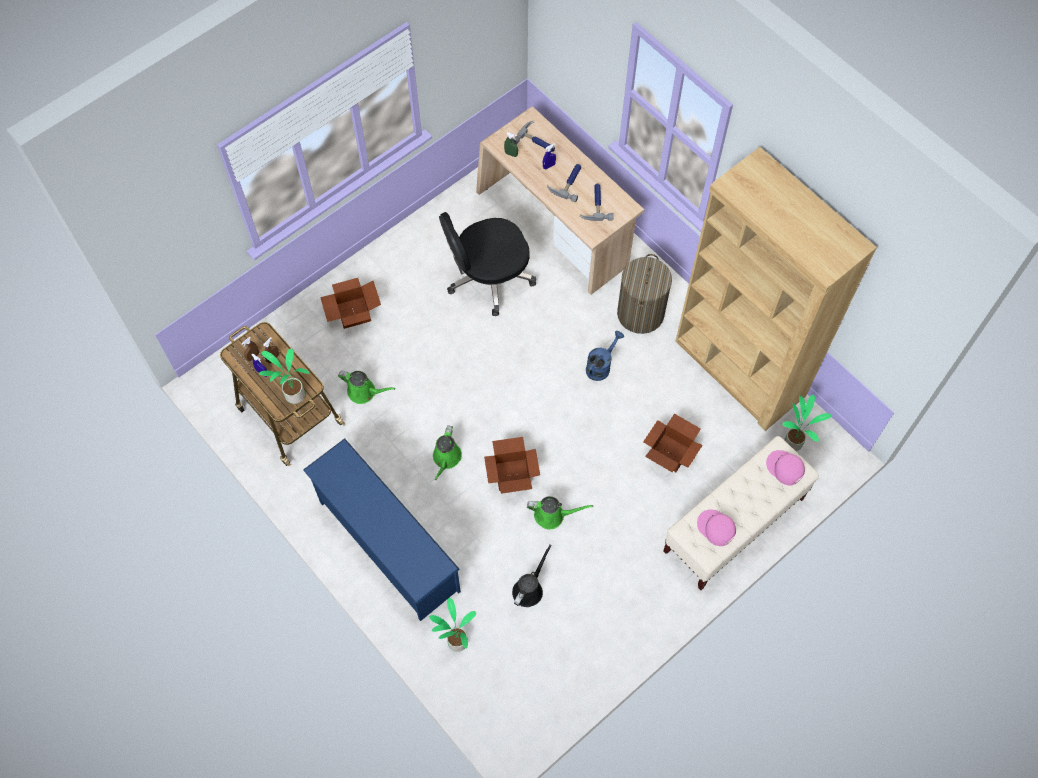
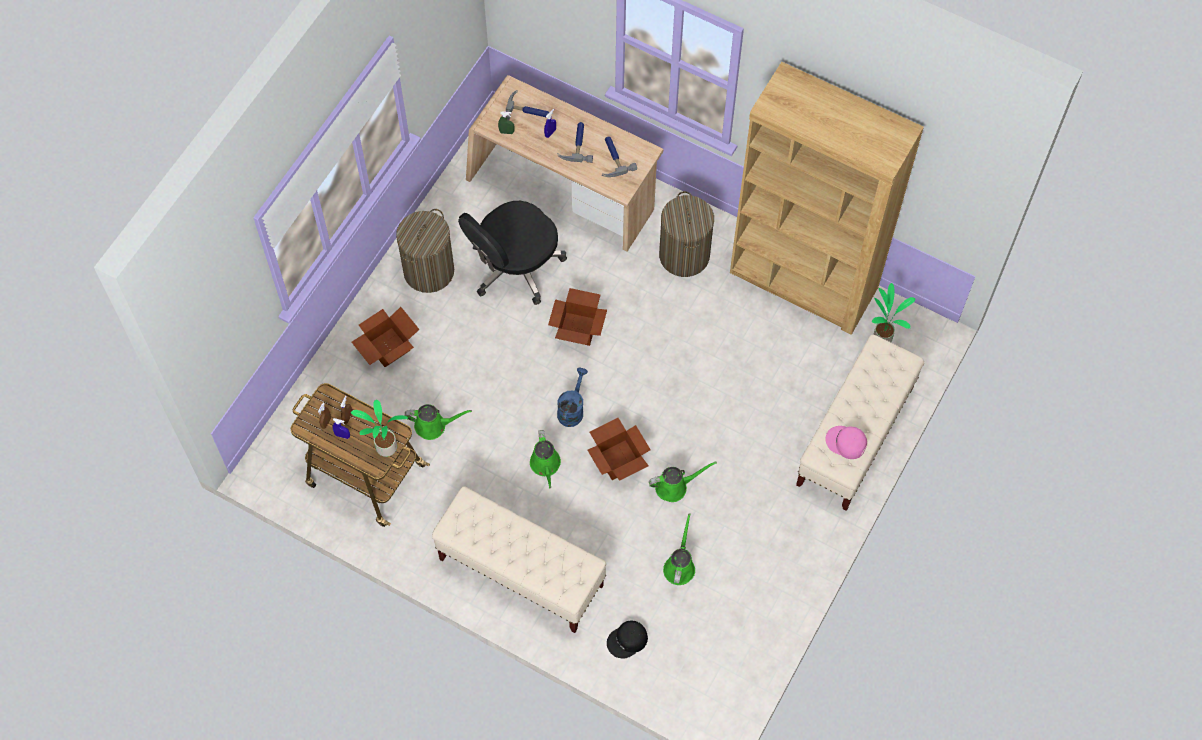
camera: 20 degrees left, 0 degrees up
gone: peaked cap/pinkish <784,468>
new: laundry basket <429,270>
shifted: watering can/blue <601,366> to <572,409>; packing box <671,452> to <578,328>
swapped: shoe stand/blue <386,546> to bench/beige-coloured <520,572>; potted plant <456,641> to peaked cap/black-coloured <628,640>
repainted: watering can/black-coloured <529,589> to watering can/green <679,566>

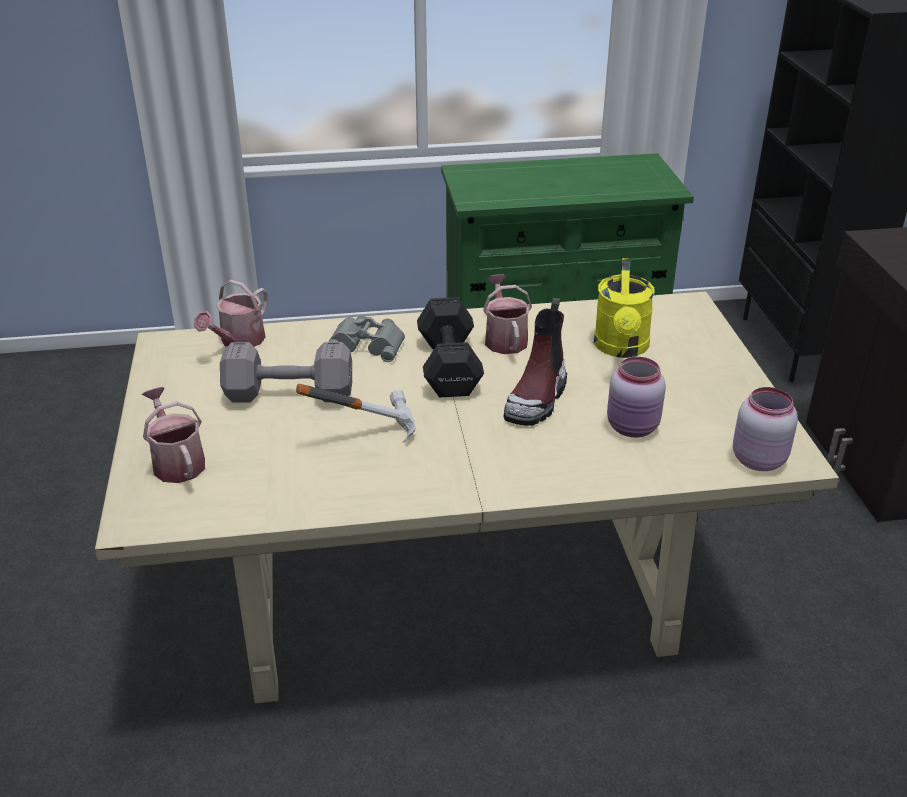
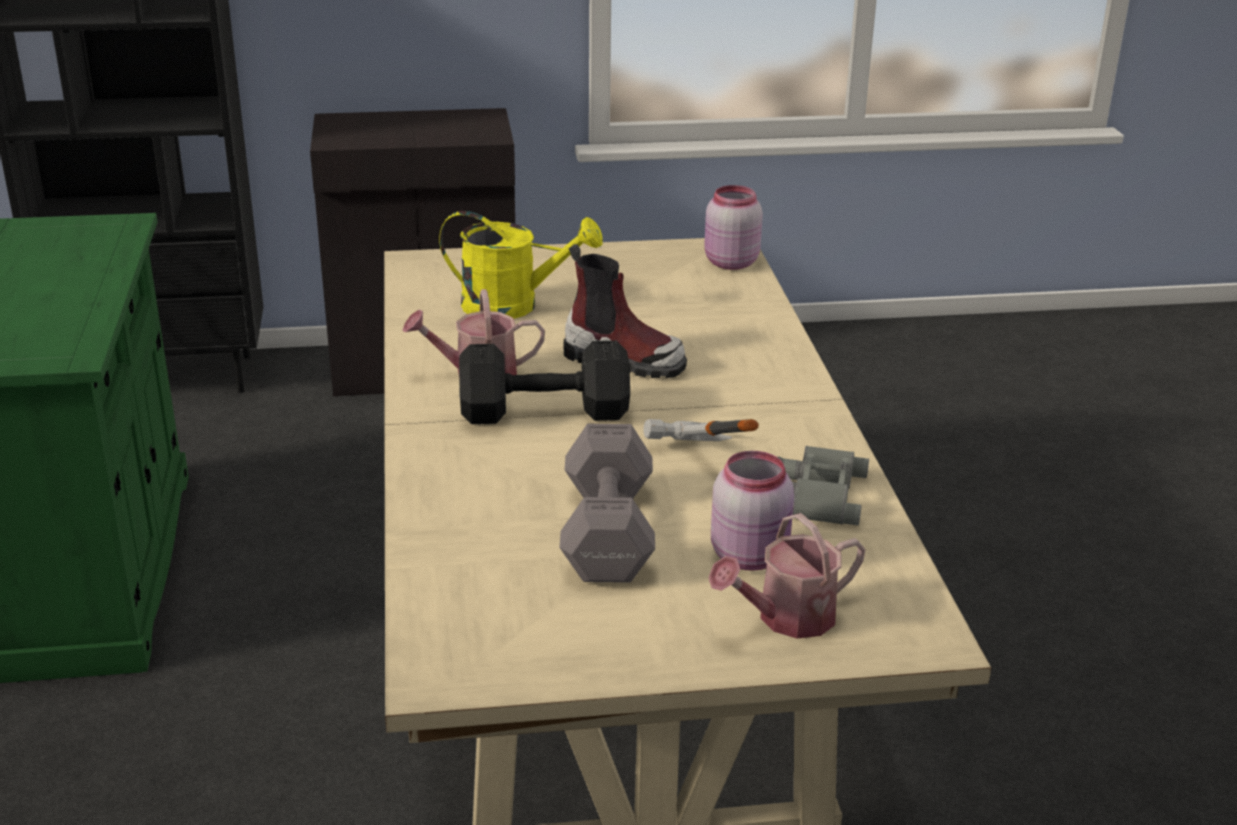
camera: 90 degrees left, 5 degrees down
gone: watering can <238,341>
shifted: binoculars/greyish <368,344> to <816,494>; jar/pinkish <633,428> to <751,555>

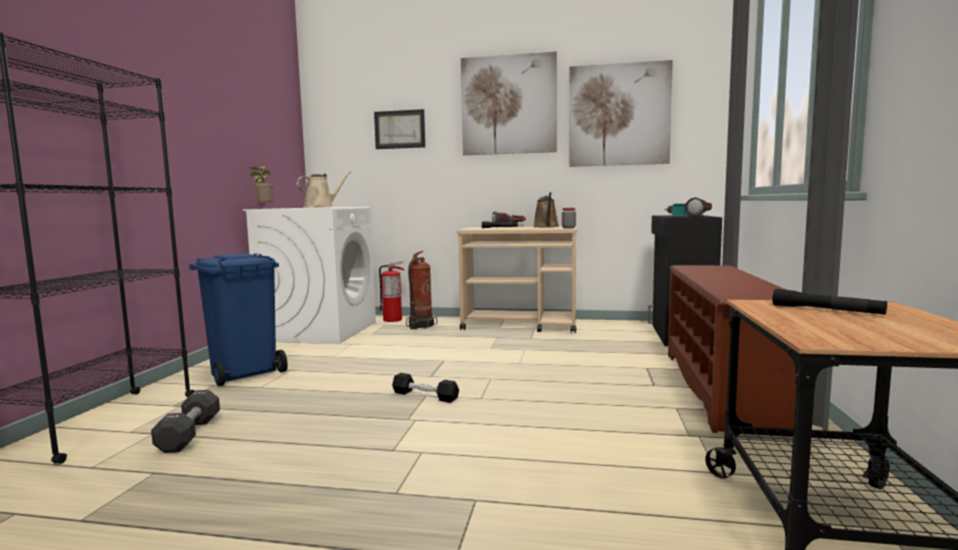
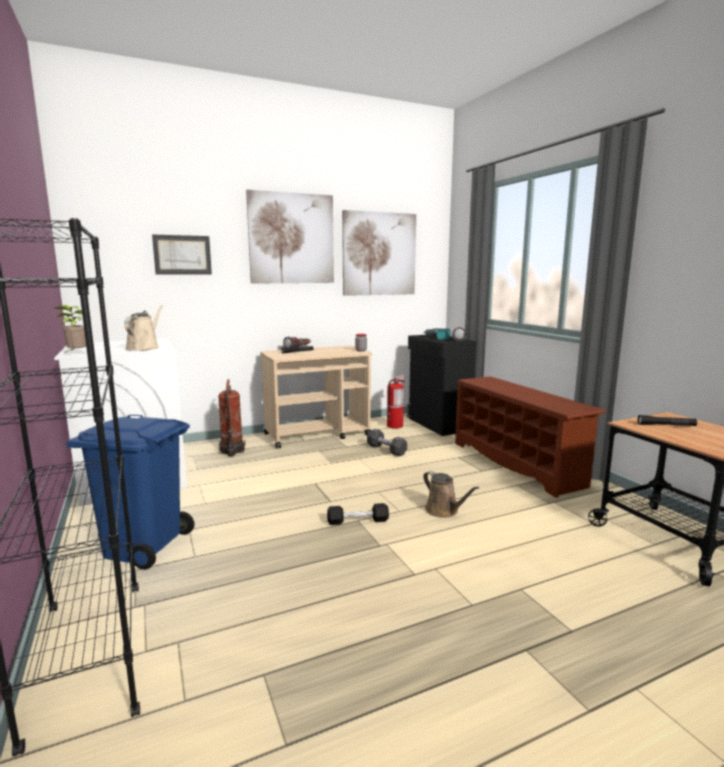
camera: 35 degrees left, 5 degrees up
shifted: free weight/black-coloured <189,434> to <386,450>; fire-fighting cylinder <393,320> to <395,426>; watering can/brown <546,227> to <444,511>

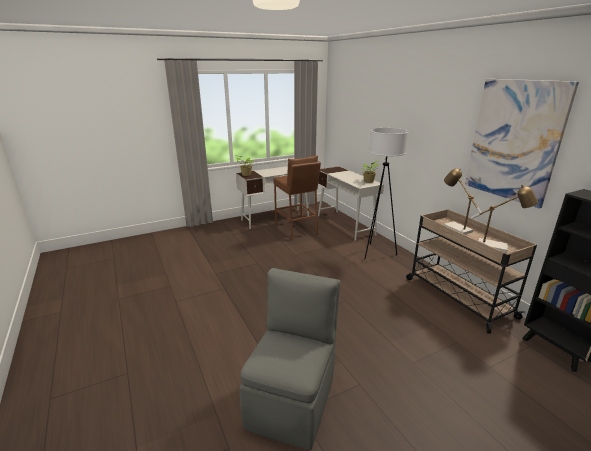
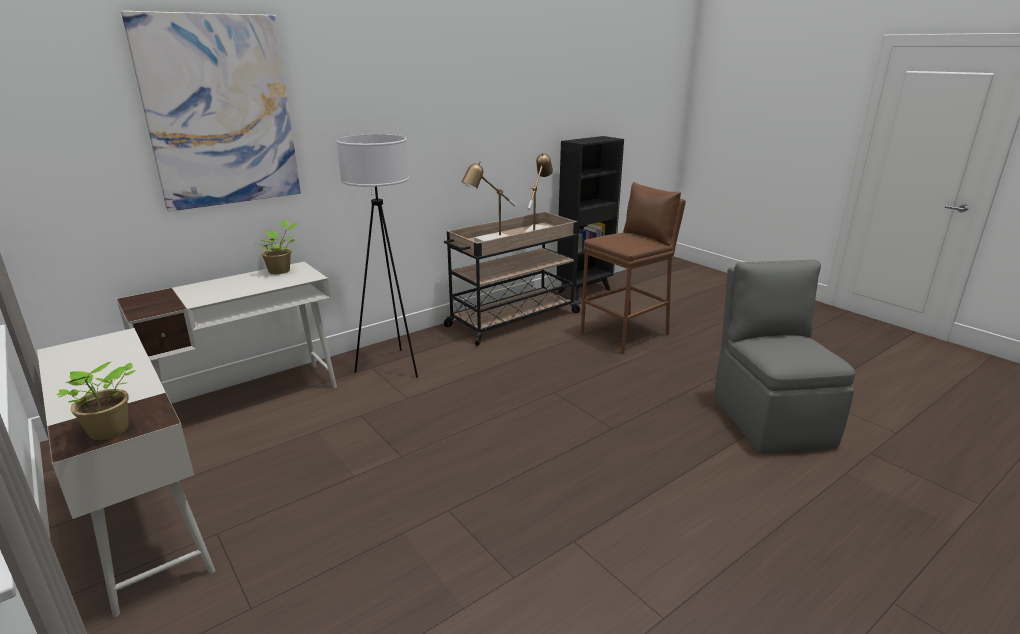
camera: 100 degrees left, 0 degrees up
shifted: stool seat/brown <296,230> to <626,334>; wall art <514,141> to <220,112>
rotated: plain chair/greyish <293,400> = <770,419> 75 degrees clockwise

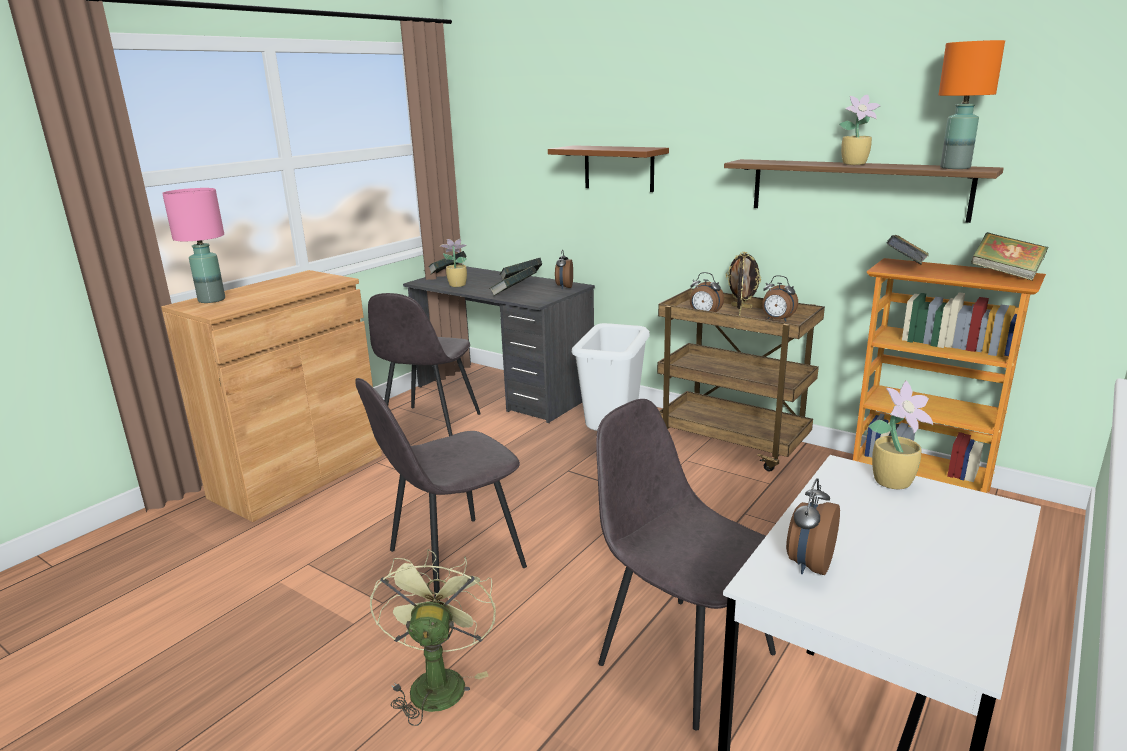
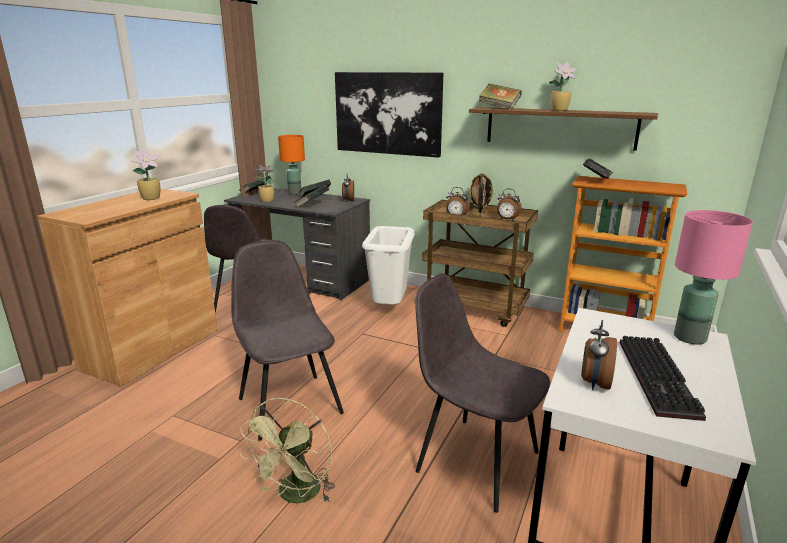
camera: 10 degrees left, 0 degrees up
new: computer keyboard <660,379>
shifted: lamp for a table/pinkish <212,300> to <691,338>; potted plant <894,481> to <152,198>; lamp for a table/orange-coloured <955,168> to <294,193>; bound book <1005,274> to <499,108>
swapped: bracket shelf/brown <619,168> to wall art <388,113>
rotated: plain chair/greyish <452,560> = <289,404> 105 degrees clockwise; cooling fan/green <437,681> = <296,496> 150 degrees counterclockwise

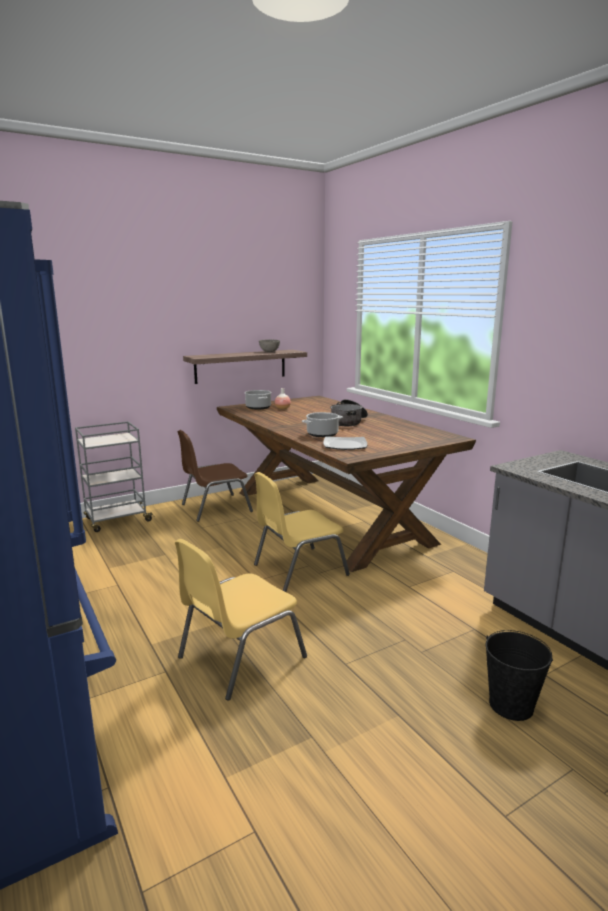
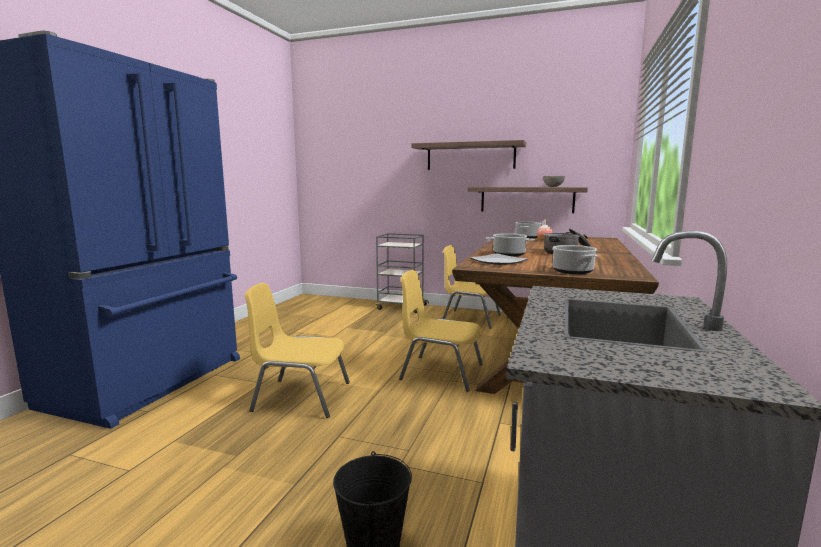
camera: 50 degrees right, 5 degrees down
new: bracket shelf <470,156>; saucepot <573,271>
repainted: plain chair/brown <215,508> to plain chair/yellowish <470,318>

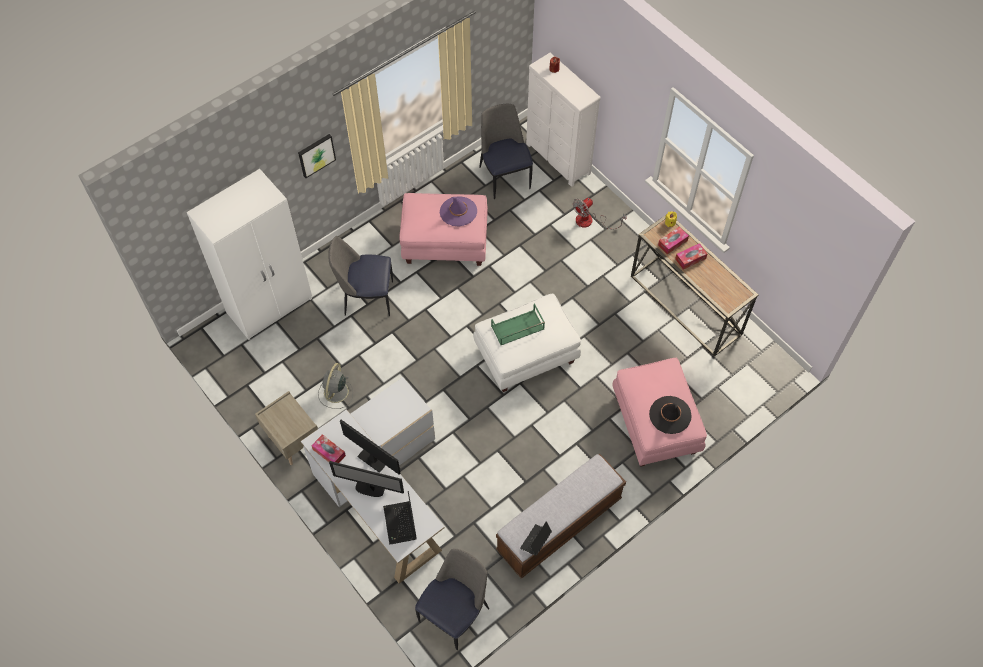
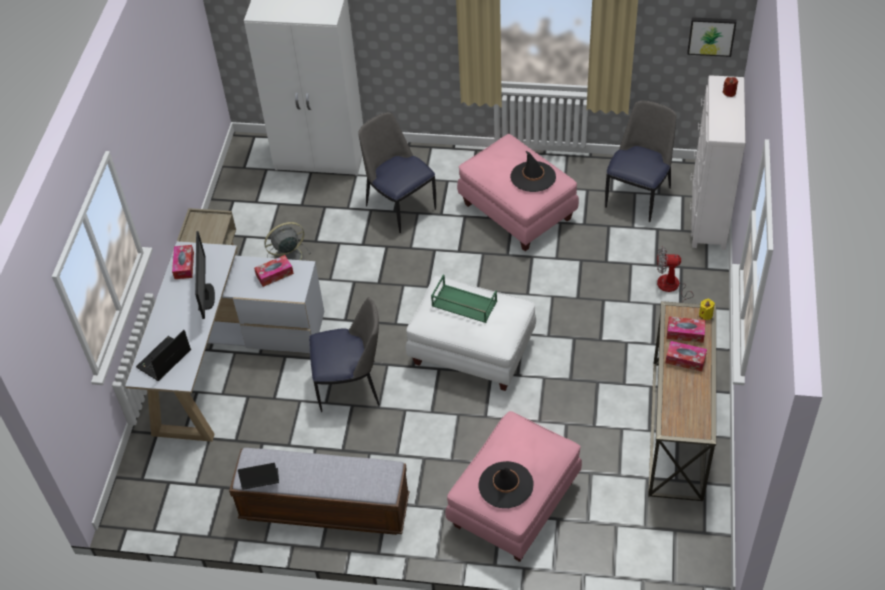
camera: 50 degrees right, 10 degrees down
gone: computer display <369,489>
new: tissue box <274,274>
shifted: wall art <316,155> to <711,35>; plain chair <455,613> to <351,386>
repainted: clothing hat/purple-coloured <458,211> to clothing hat/black-coloured <533,177>

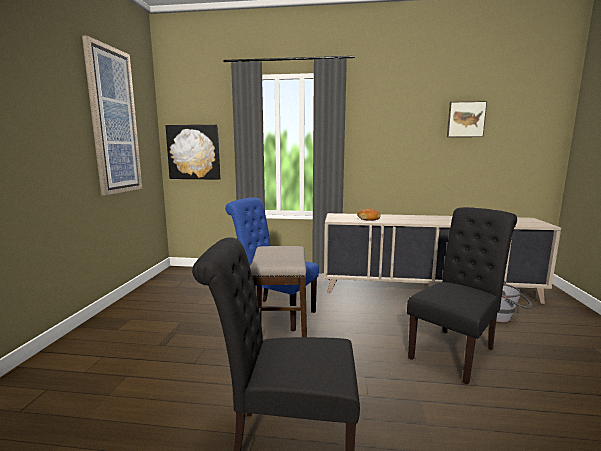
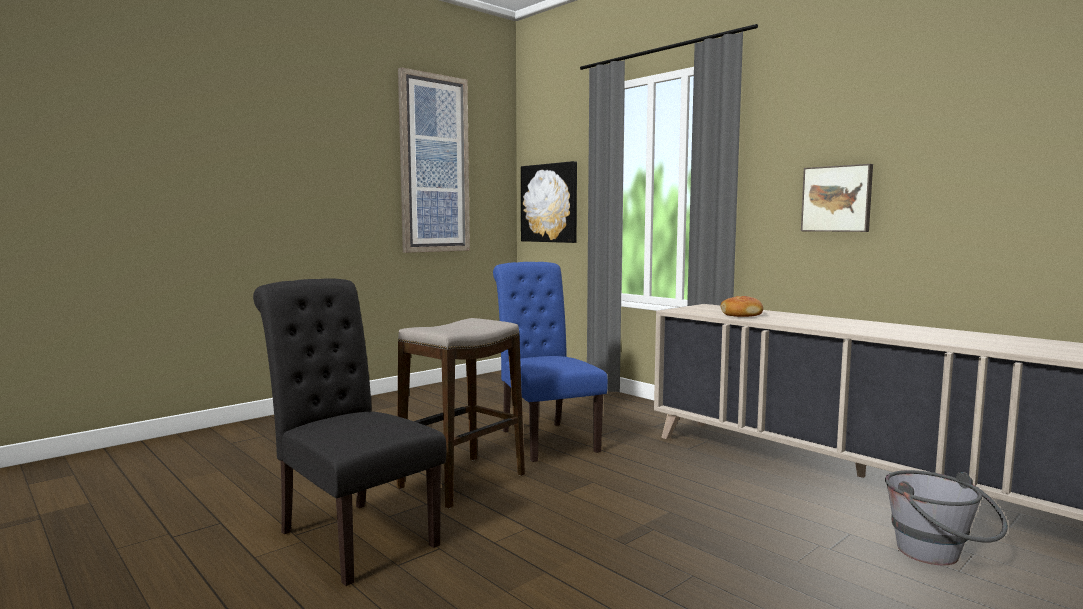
camera: 40 degrees right, 5 degrees down
gone: plain chair/black-coloured <455,351>
shifted: wall art <465,119> to <837,199>

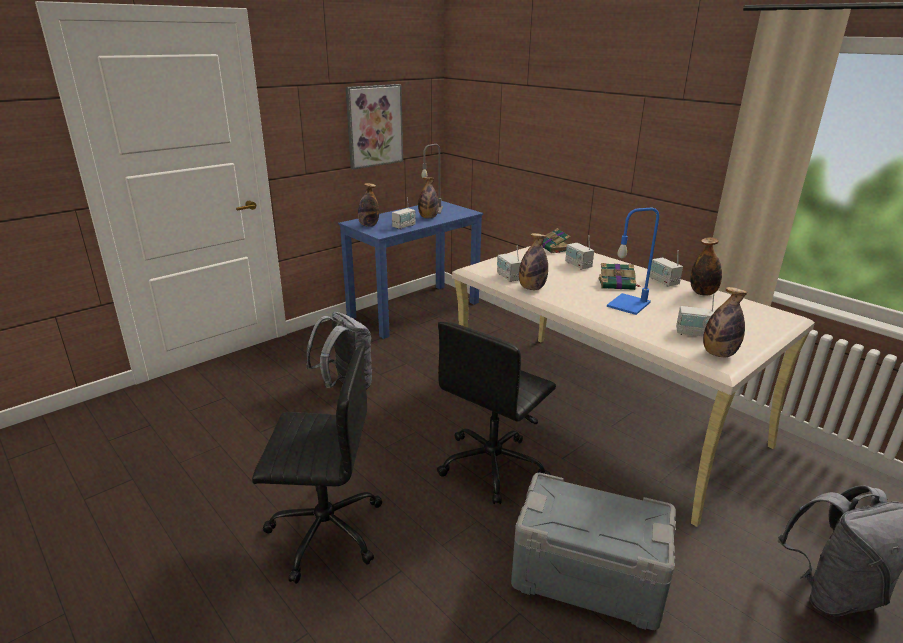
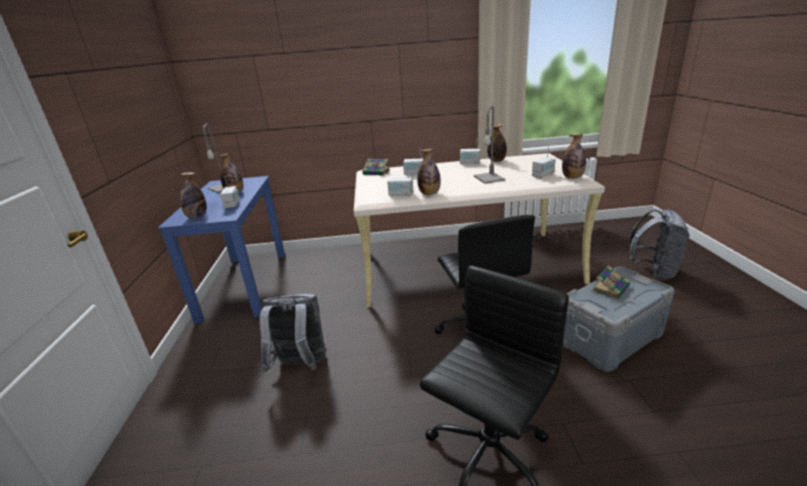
camera: 50 degrees left, 0 degrees up
gone: wall art <374,126>
shifted: bound book <617,284> to <610,288>
repainted: lamp for a table/blue <628,304> to lamp for a table/greyish <488,178>

